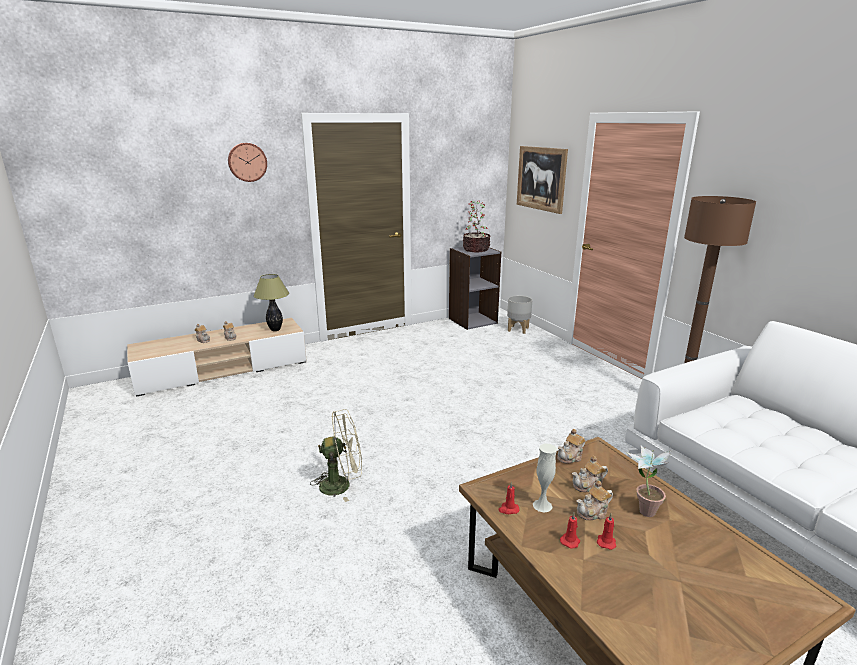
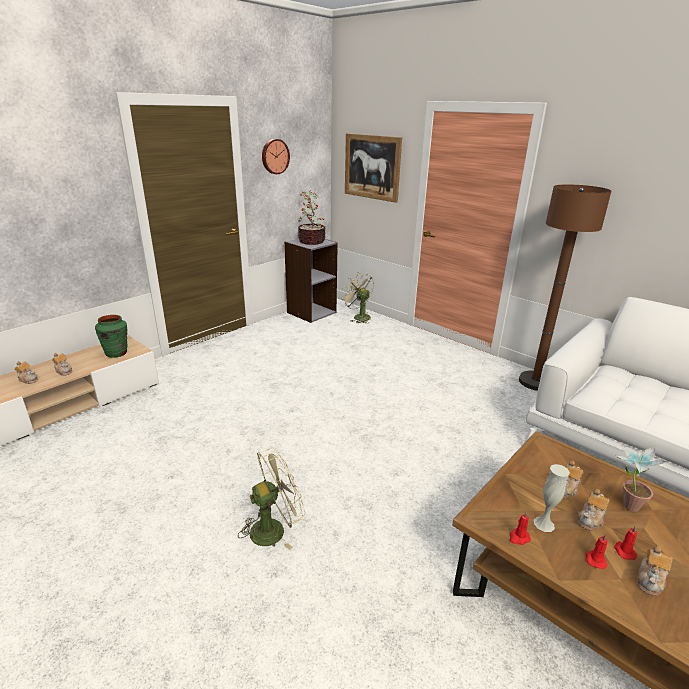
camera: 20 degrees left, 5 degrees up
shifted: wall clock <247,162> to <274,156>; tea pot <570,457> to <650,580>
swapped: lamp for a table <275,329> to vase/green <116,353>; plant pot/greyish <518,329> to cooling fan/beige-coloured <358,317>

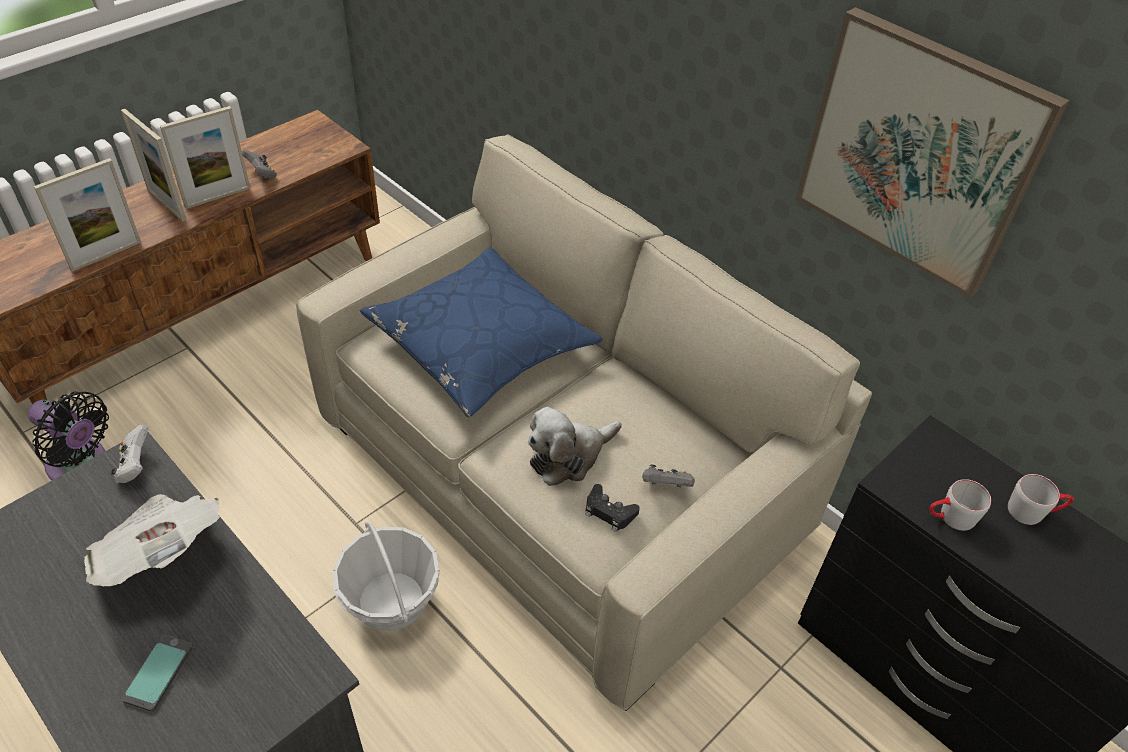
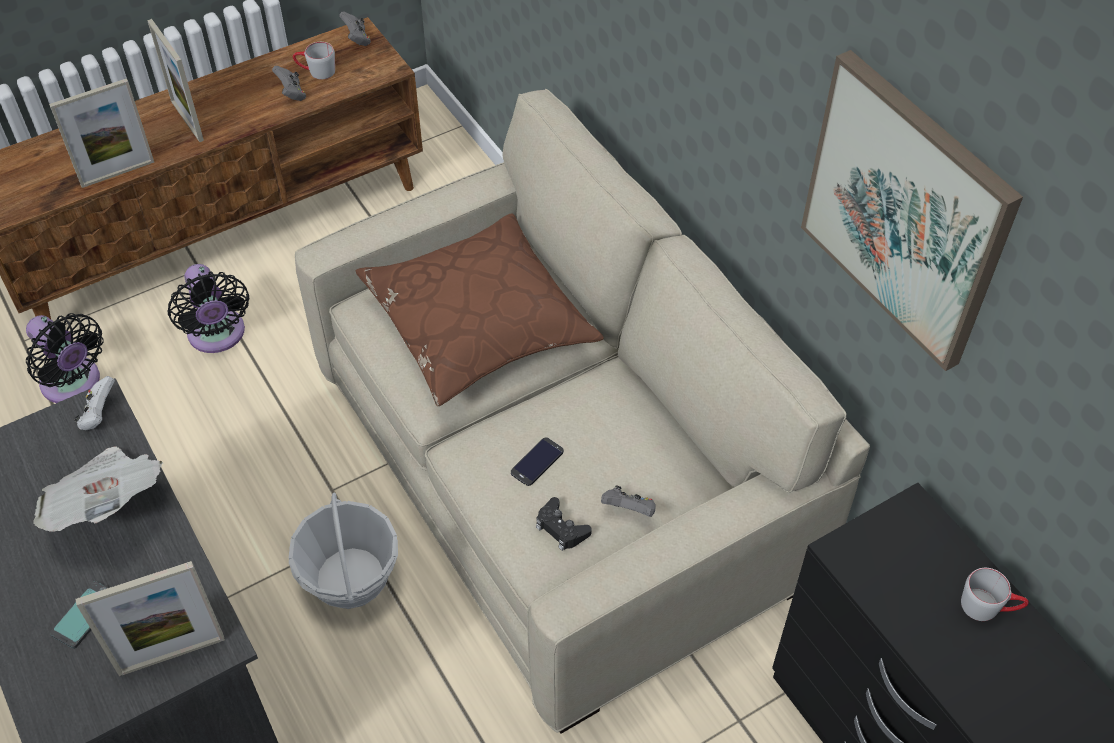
camera: 15 degrees right, 5 degrees up
new: cooling fan/black-coloured <217,336>; gamepad/greyish <357,39>
shifted: standing frame <218,197> to <171,655>; tea mug/greyish <949,518> to <316,71>
swapped: cuddly toy <569,456> to handset <537,462>
repainted: pillow/blue <481,344> to pillow/brown <478,323>

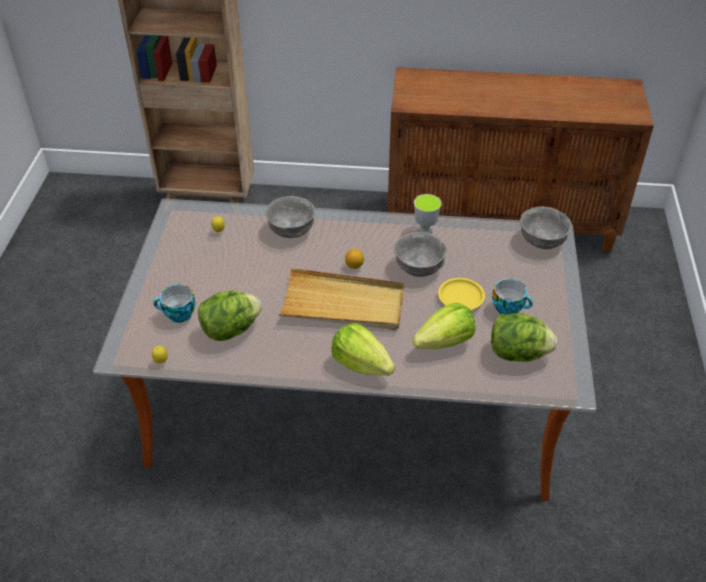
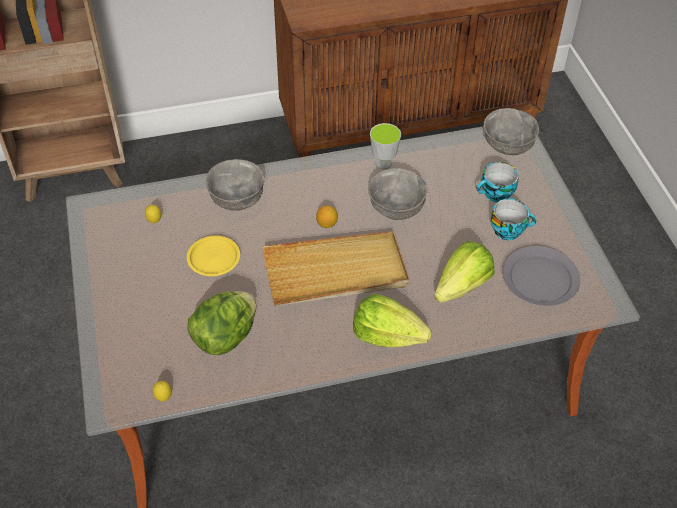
camera: 20 degrees left, 5 degrees up
shifted: small cup <178,315> to <496,195>; dinner plate/yellowish <461,297> to <214,258>
swapped: head of lettuce <518,353> to dinner plate/greyish <539,278>

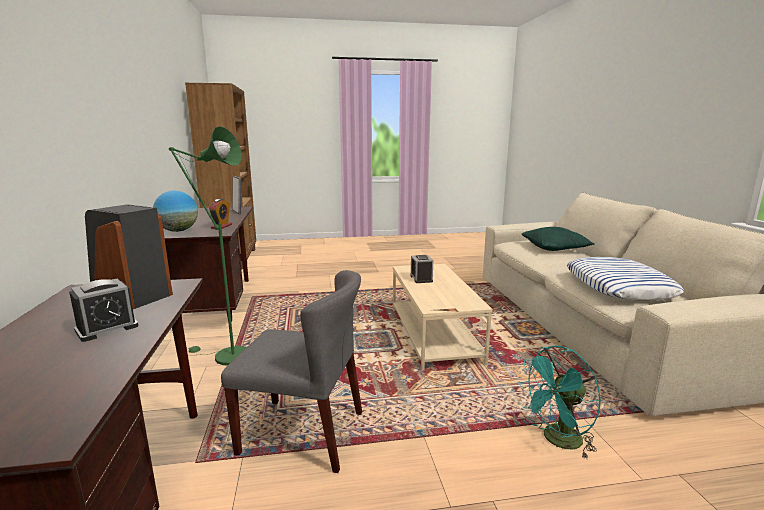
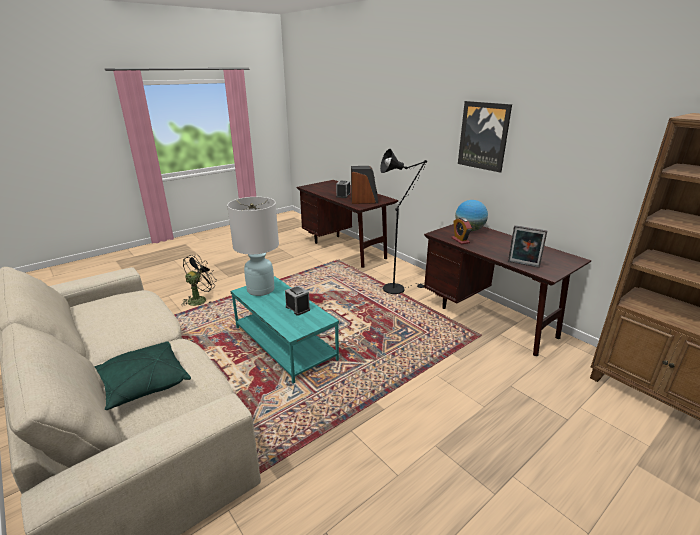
camera: 150 degrees right, 10 degrees up
gone: plain chair/greyish <304,433>; pillow <619,286>
new: lamp for a table/white <261,289>; wall art <484,136>
repainted: floor lamp/green <226,356> to floor lamp/black-coloured <397,288>; lounge table/beige-coloured <434,335> to lounge table/turquoise <283,343>; cooling fan/turquoise <557,441> to cooling fan/black-coloured <200,299>

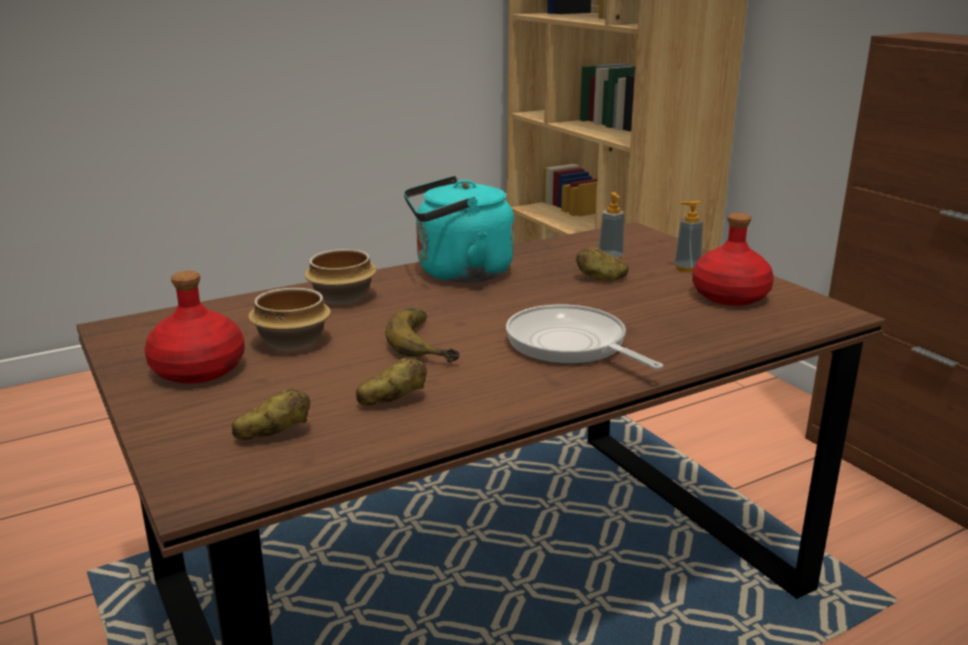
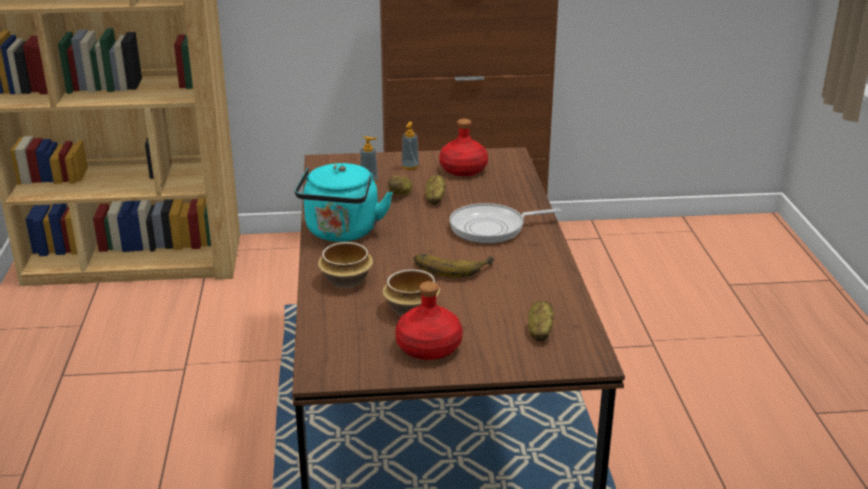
camera: 65 degrees left, 5 degrees up
shifted: potato <392,400> to <434,199>

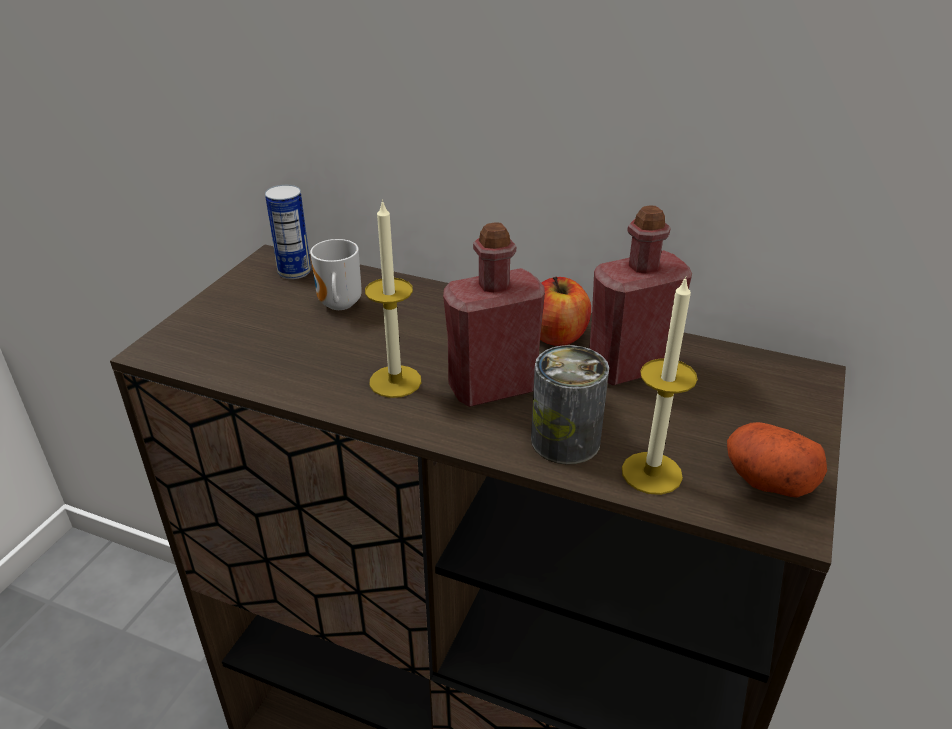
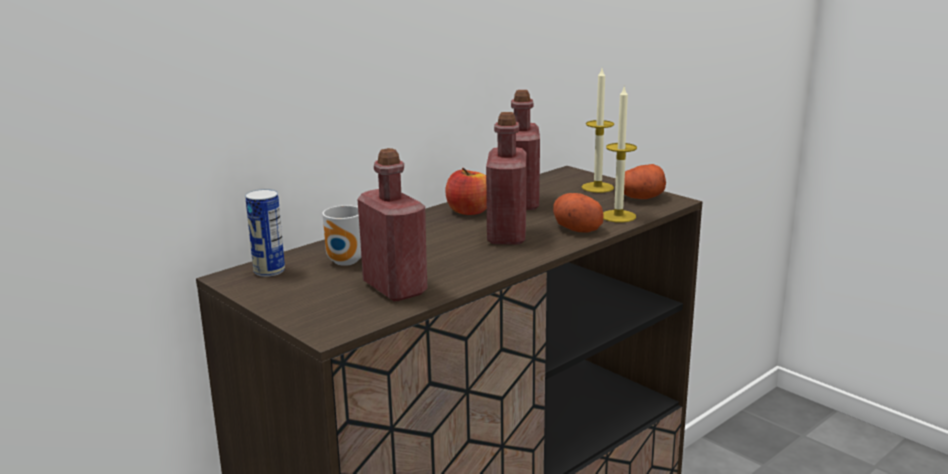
camera: 65 degrees left, 15 degrees down
new: beverage bottle/reddish <395,288>
shifted: wax light <395,381> to <597,187>
swapped: can <565,440> to potato <575,228>

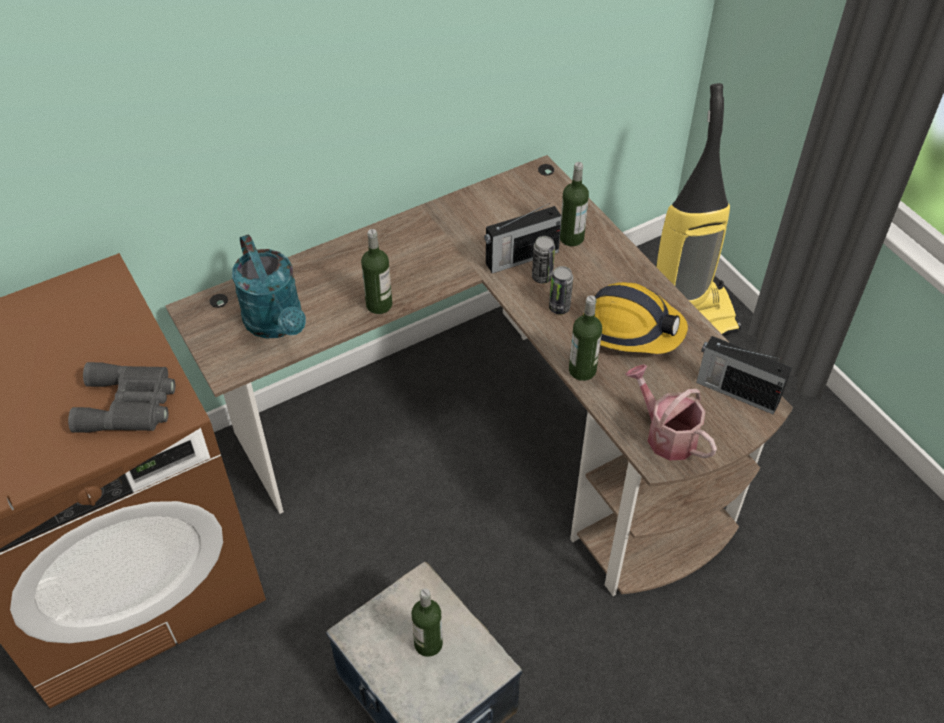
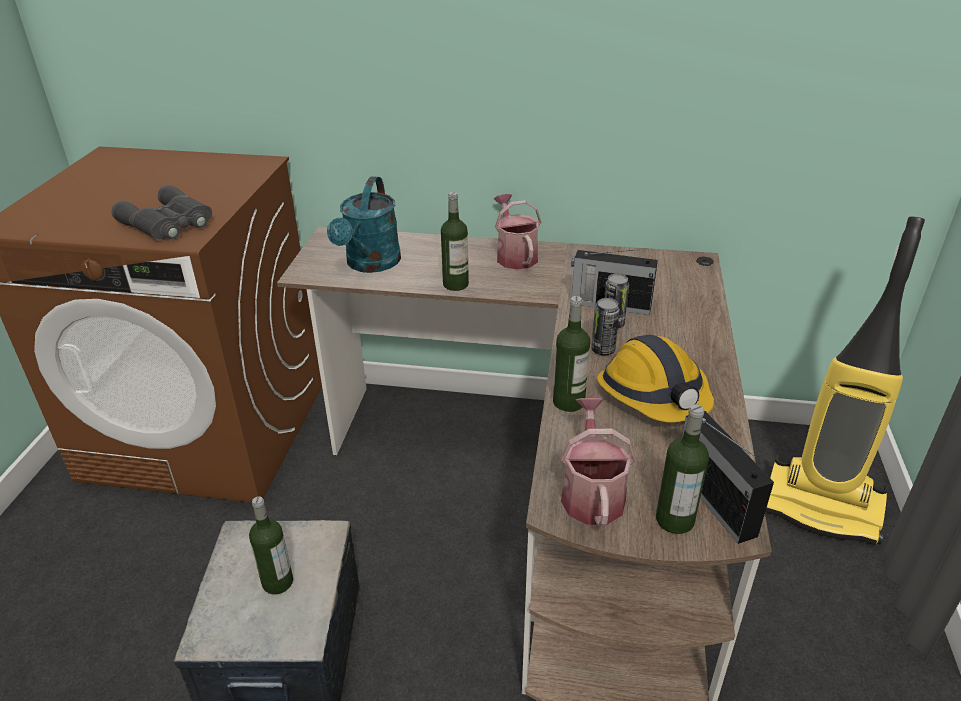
camera: 40 degrees right, 15 degrees down
new: watering can <515,255>
shifted: beverage bottle <571,238> to <674,520>

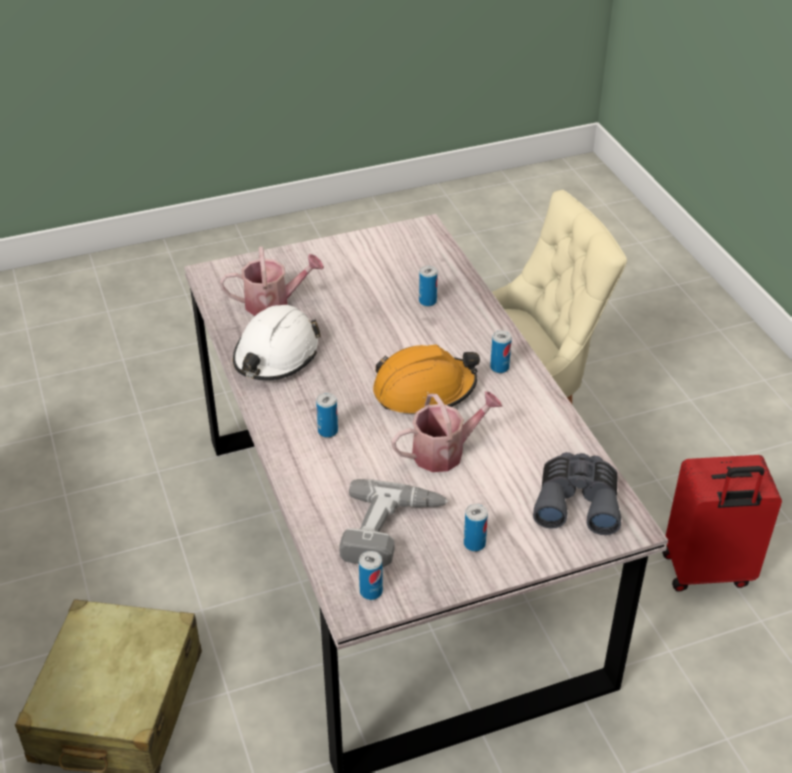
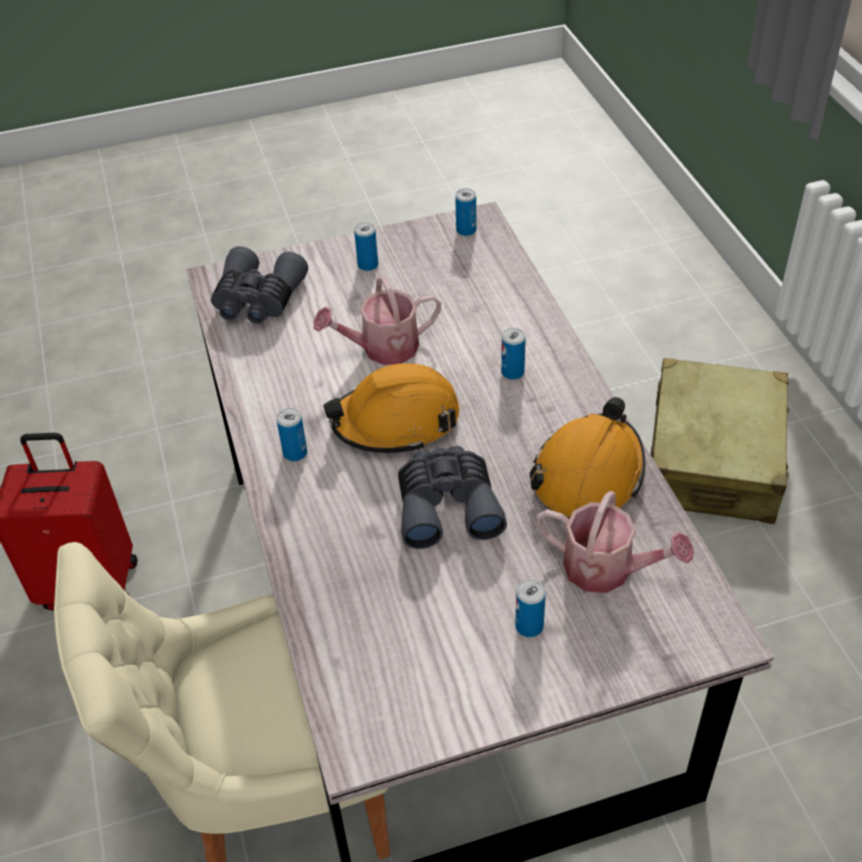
camera: 175 degrees left, 5 degrees up
gone: drill <392,531>
new: binoculars/greyish <447,505>
shifted: can <427,301> to <529,626>
repainted: hard hat/white <276,356> to hard hat/orange-coloured <588,474>
rotated: watering can <273,303> = <607,569> 150 degrees counterclockwise

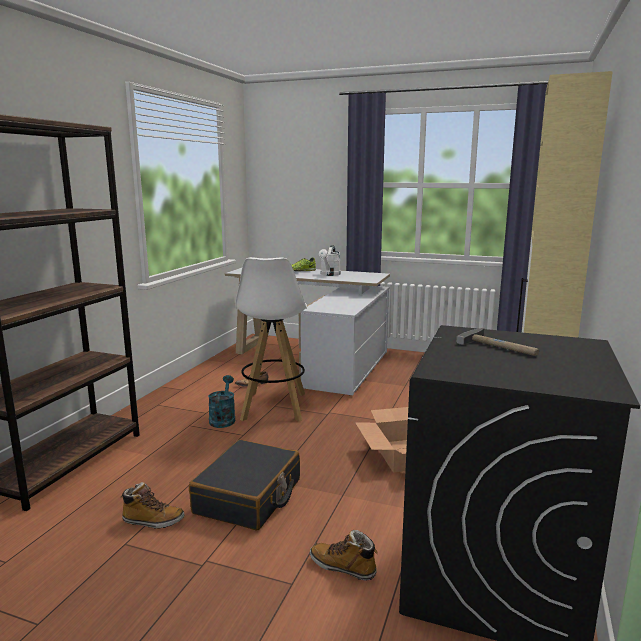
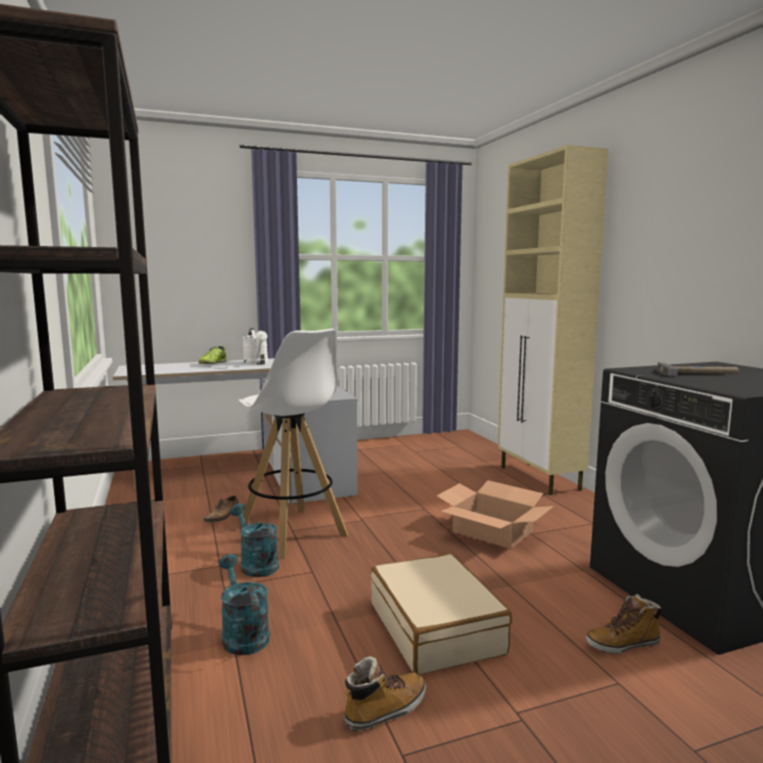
camera: 40 degrees left, 5 degrees down
new: watering can/turquoise <242,634>
repainted: travel case/black-coloured <249,497> to travel case/beige-coloured <436,628>

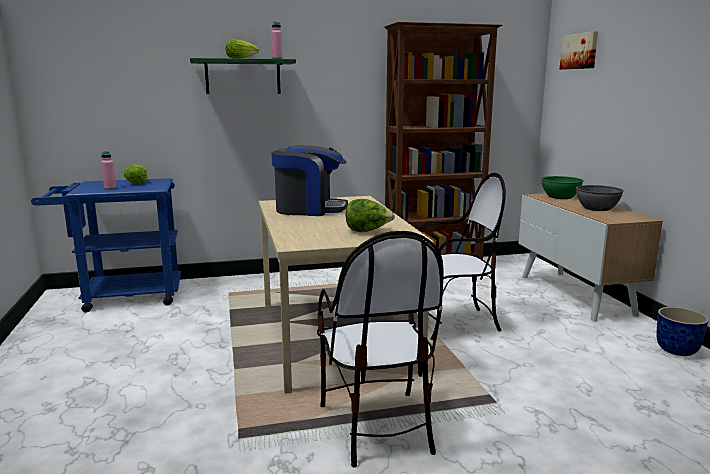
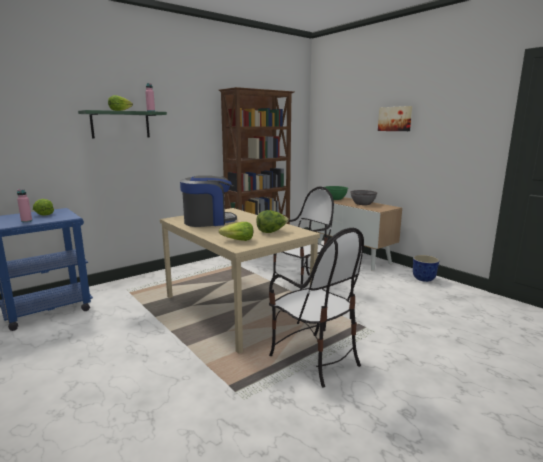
camera: 25 degrees left, 0 degrees up
new: head of lettuce <238,240>
shifted: wall art <580,51> to <395,119>

